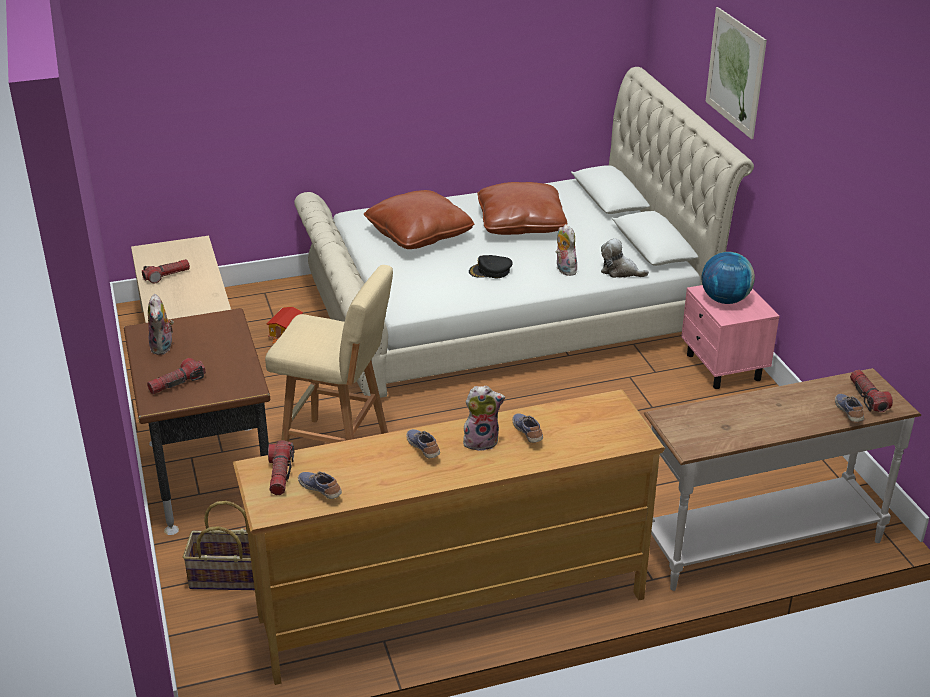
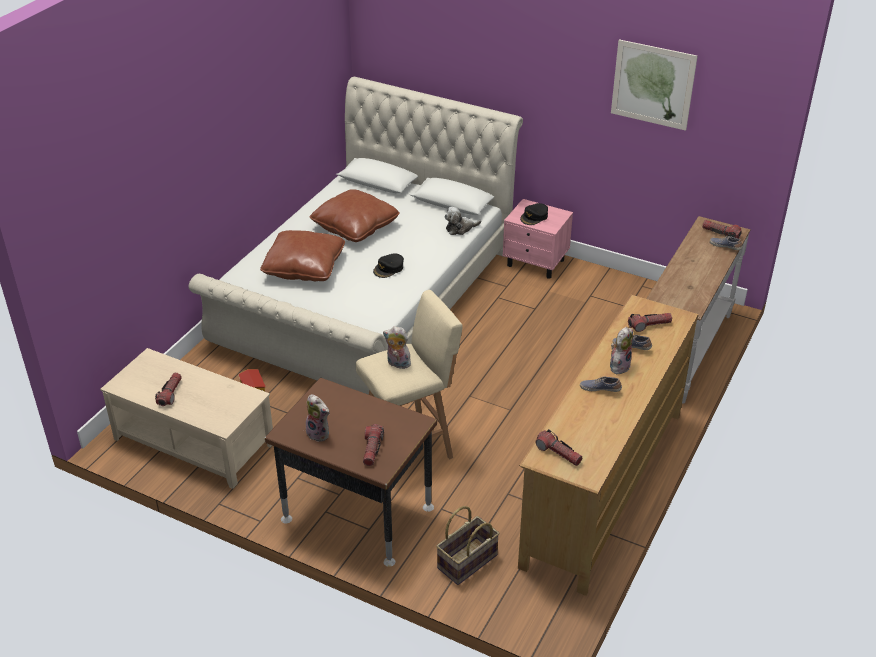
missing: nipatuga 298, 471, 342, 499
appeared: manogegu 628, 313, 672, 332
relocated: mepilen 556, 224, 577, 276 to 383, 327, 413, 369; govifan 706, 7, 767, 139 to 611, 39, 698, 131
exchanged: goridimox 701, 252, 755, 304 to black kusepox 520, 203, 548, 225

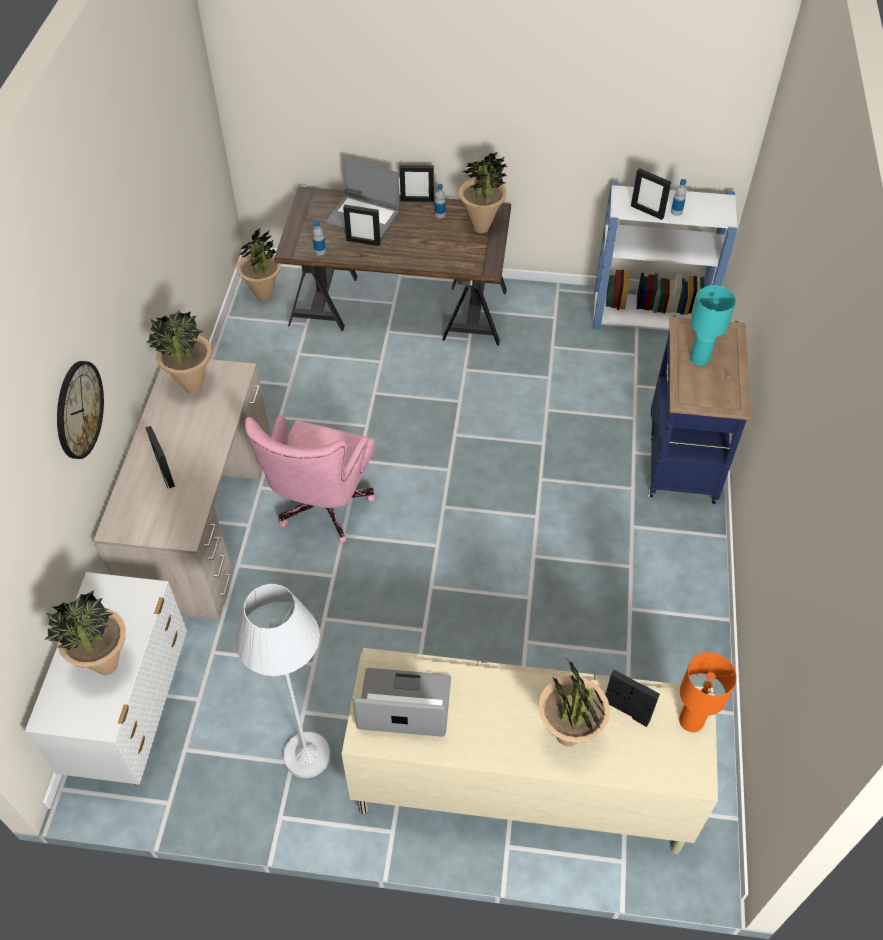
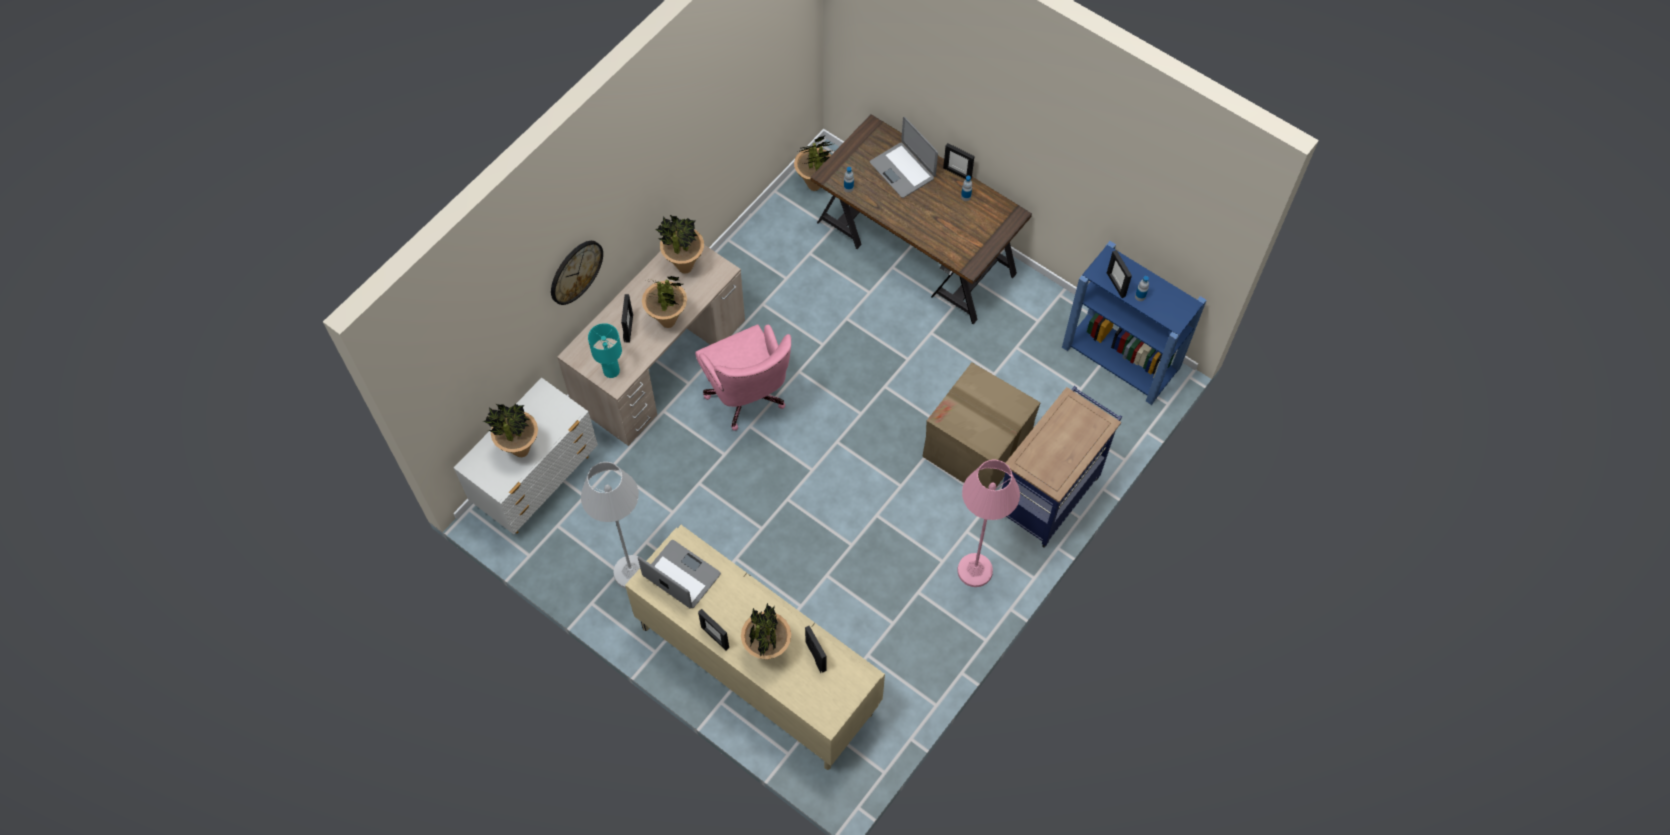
missing: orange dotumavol 679, 652, 737, 732
appeared: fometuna 922, 363, 1041, 489; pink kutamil 957, 460, 1020, 587
relocated: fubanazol 343, 205, 380, 246 to 698, 609, 729, 650; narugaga 459, 152, 507, 233 to 642, 276, 687, 328; turquoise dotumavol 690, 285, 736, 366 to 588, 323, 622, 378
colour: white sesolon 593, 182, 737, 330 to blue sesolon 1062, 241, 1207, 405
spun: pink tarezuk 245, 415, 375, 543 = 695, 324, 791, 431 75 degrees counterclockwise

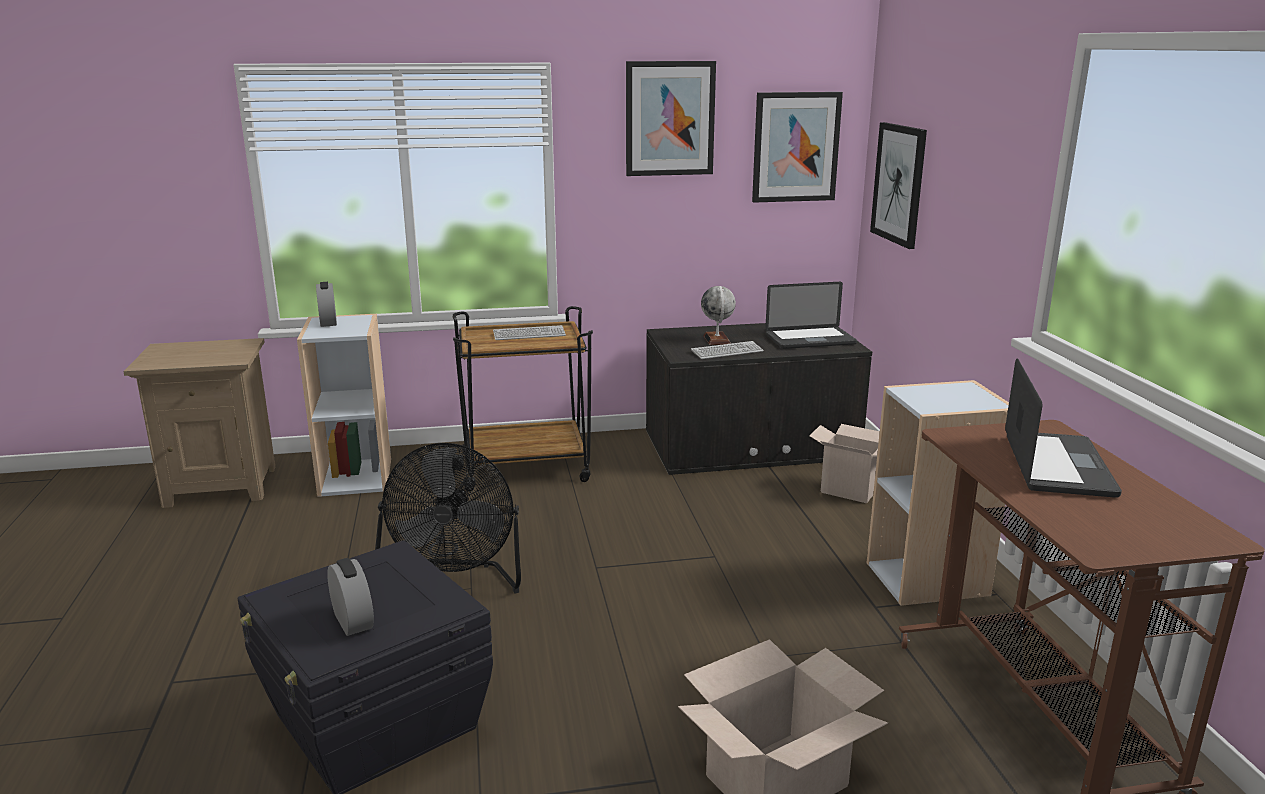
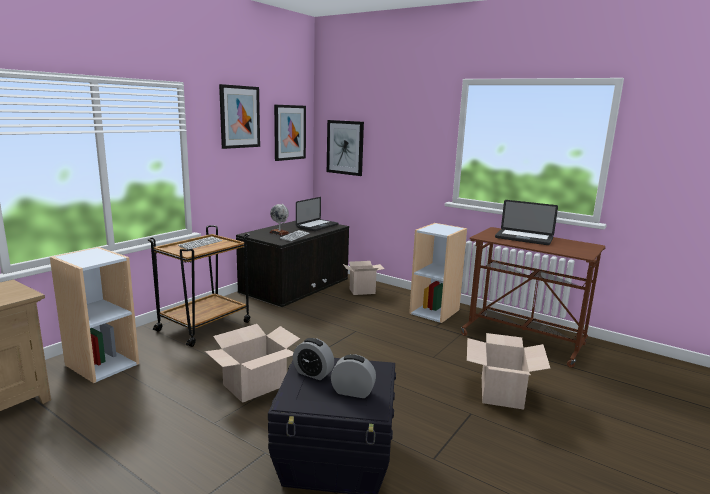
relocated: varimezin 316, 282, 337, 327 to 293, 338, 334, 380
exchanged: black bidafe 375, 443, 521, 594 to fometuna 205, 324, 300, 403
spun: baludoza 1005, 358, 1122, 498 = 495, 200, 558, 245 150 degrees clockwise

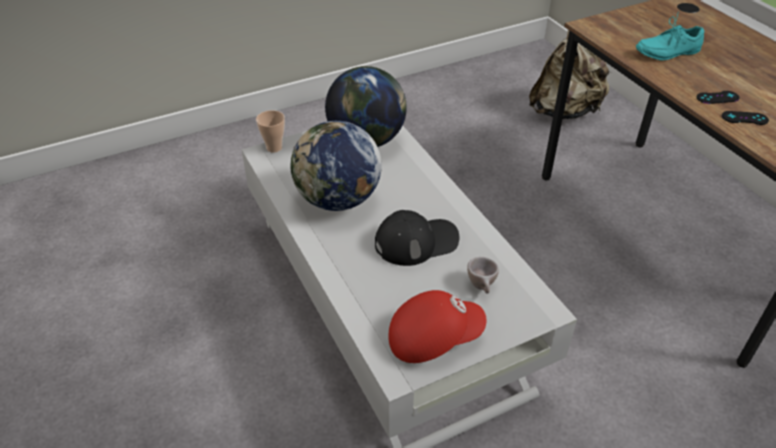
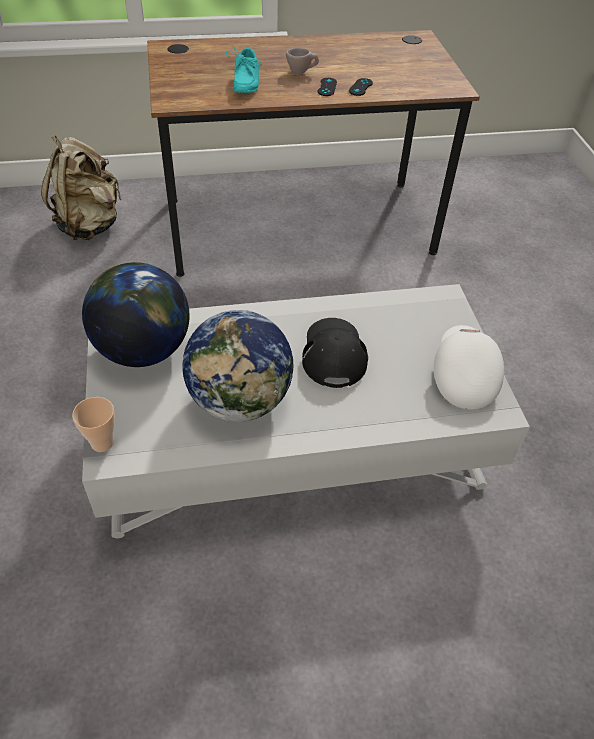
relocated: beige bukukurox 467, 257, 499, 294 to 286, 48, 319, 74
colour: red kusepox 389, 290, 487, 363 to white kusepox 434, 325, 504, 409

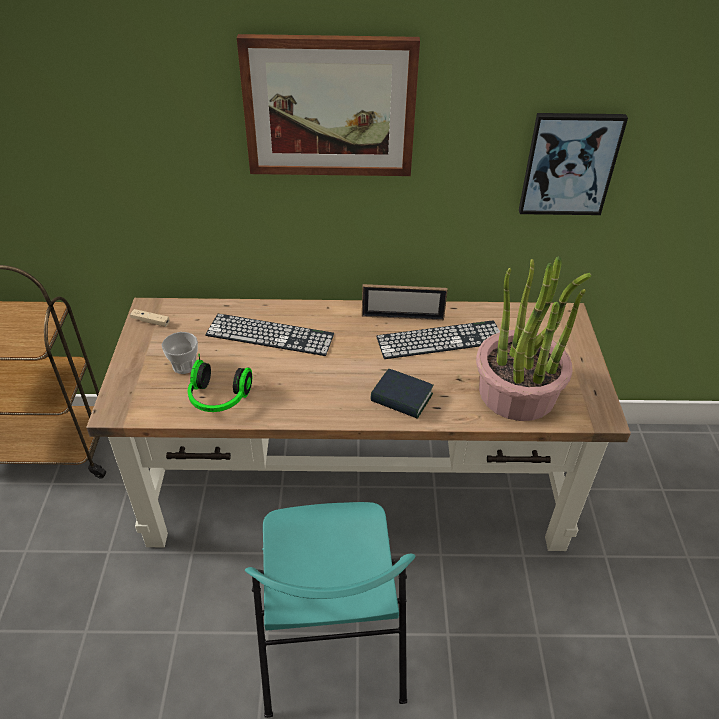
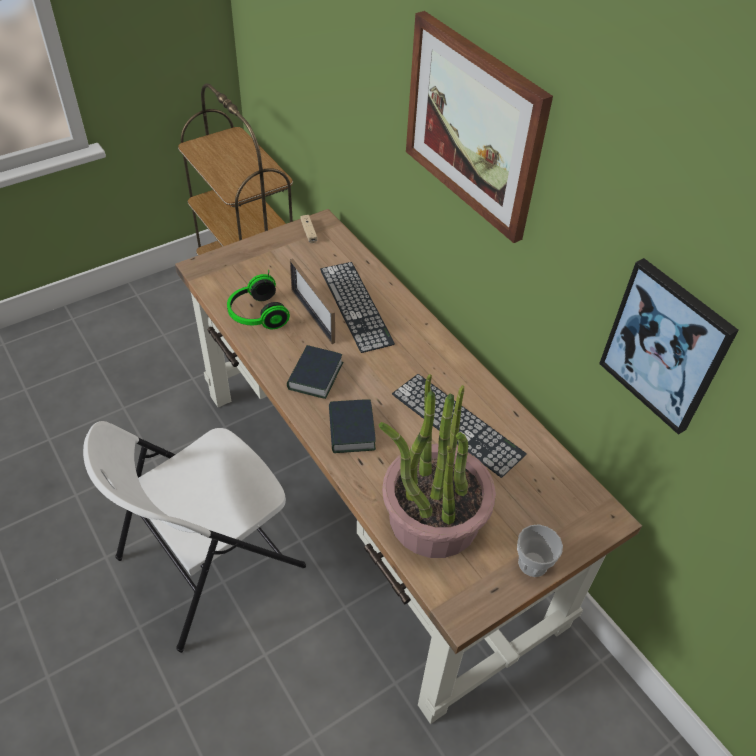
appeared: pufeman 287, 345, 344, 399
relocated: bukukurox 162, 332, 198, 374 to 517, 524, 563, 577; fubanazol 362, 284, 448, 320 to 290, 259, 335, 344
colour: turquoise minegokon 245, 502, 415, 718 to white minegokon 83, 421, 306, 653

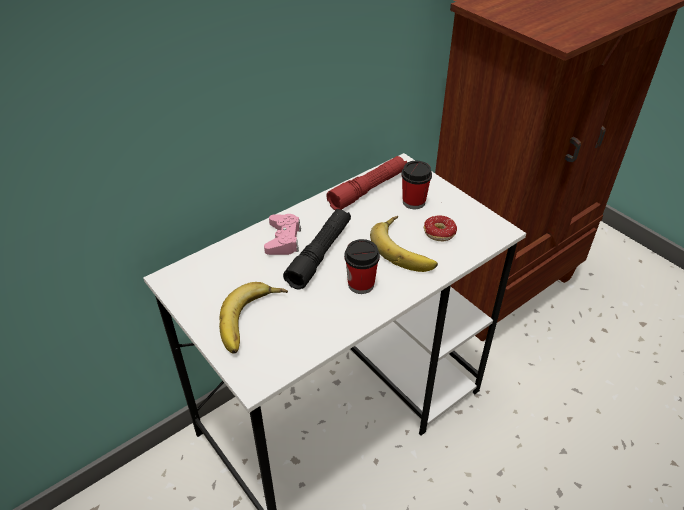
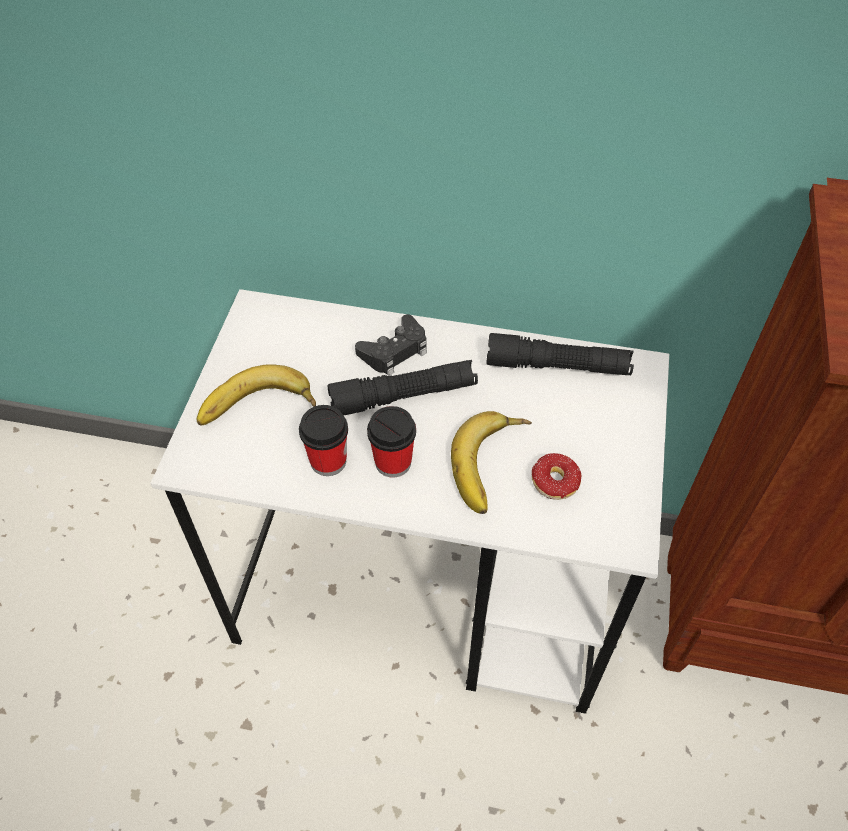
relocated: bukukurox 401, 161, 432, 209 to 299, 405, 348, 476
colour: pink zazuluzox 264, 214, 301, 255 to black zazuluzox 355, 314, 427, 376; red manogegu 326, 156, 407, 210 to black manogegu 486, 333, 634, 375

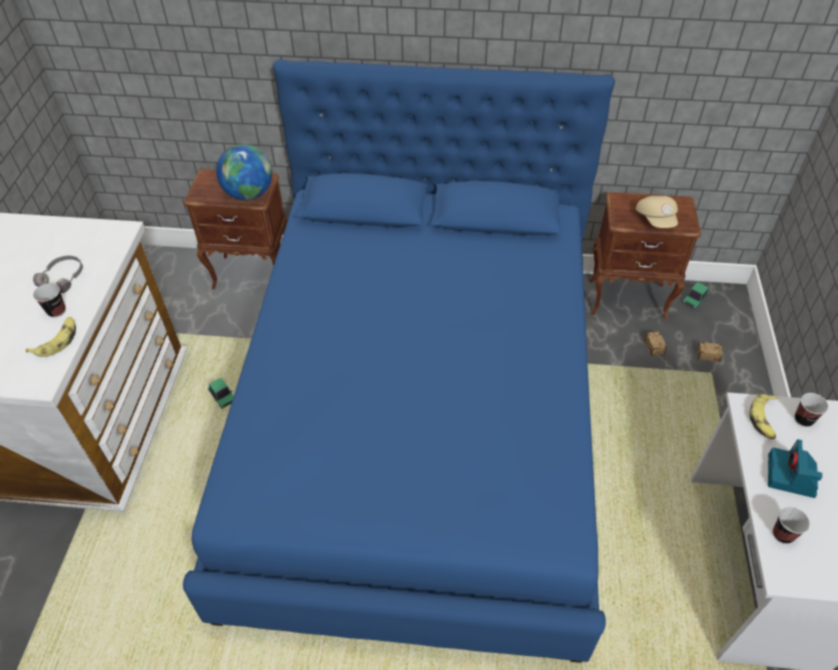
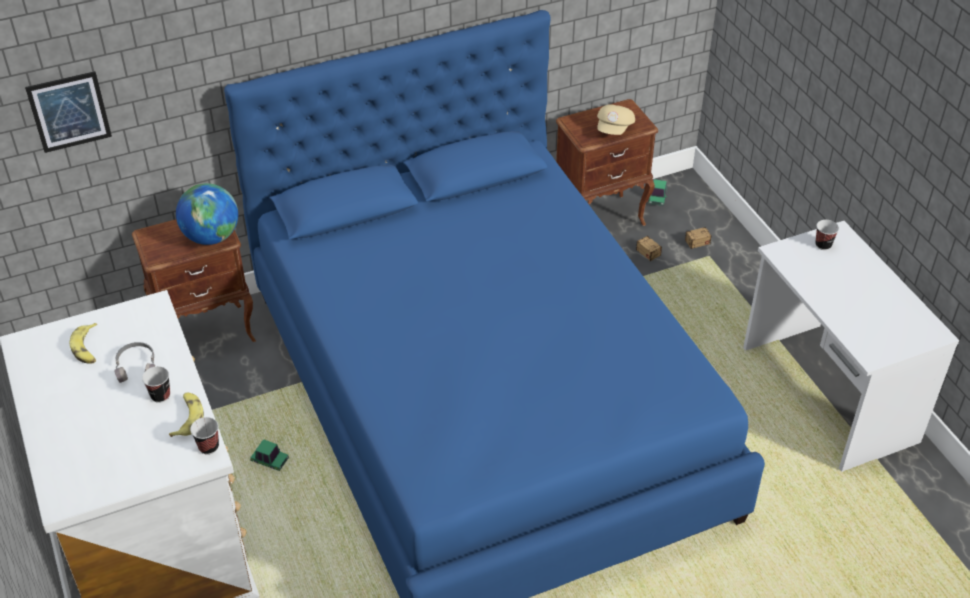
missing: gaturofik 768, 439, 822, 498
appeared: govifan 25, 71, 112, 153
relocated: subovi 749, 394, 778, 439 to 70, 323, 98, 364; bukukurox 773, 507, 810, 544 to 190, 417, 219, 455
spun: beige kusepox 636, 196, 678, 228 = 597, 104, 635, 135 60 degrees clockwise

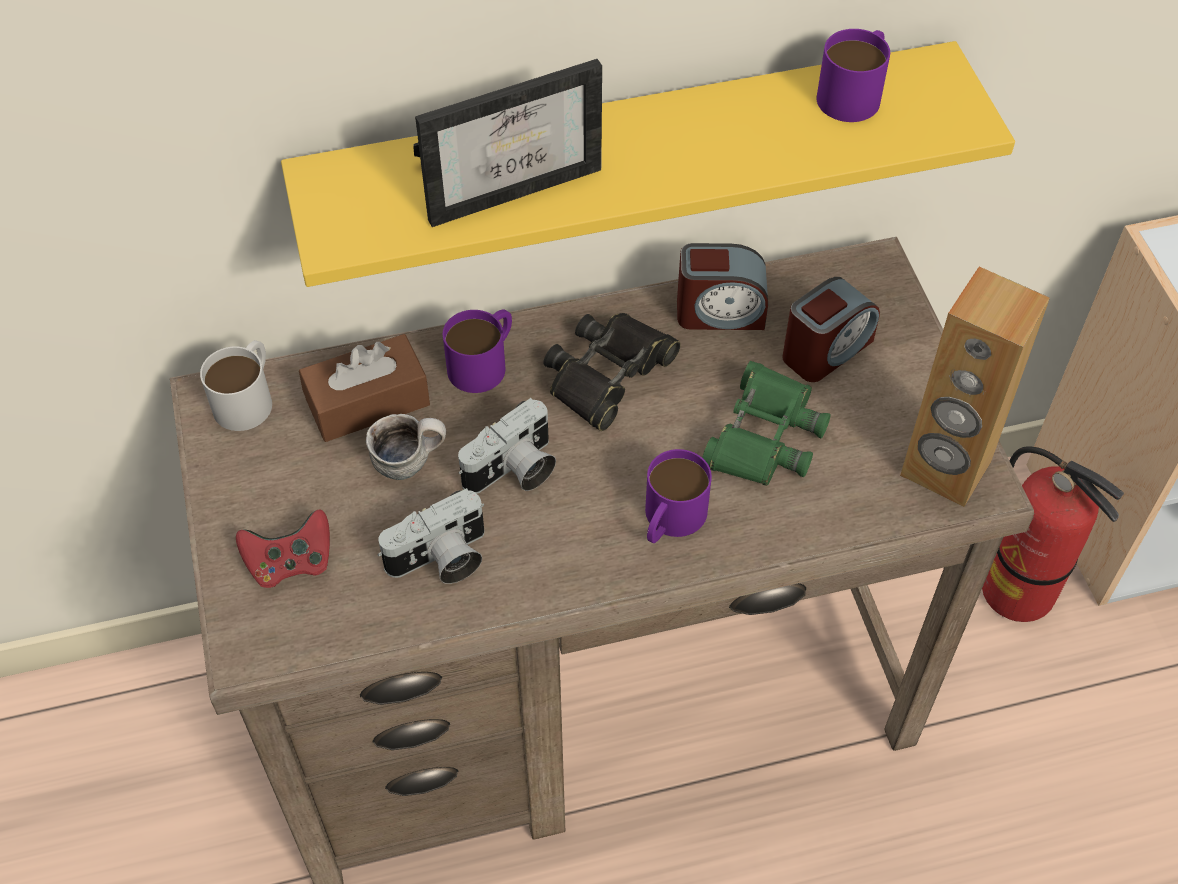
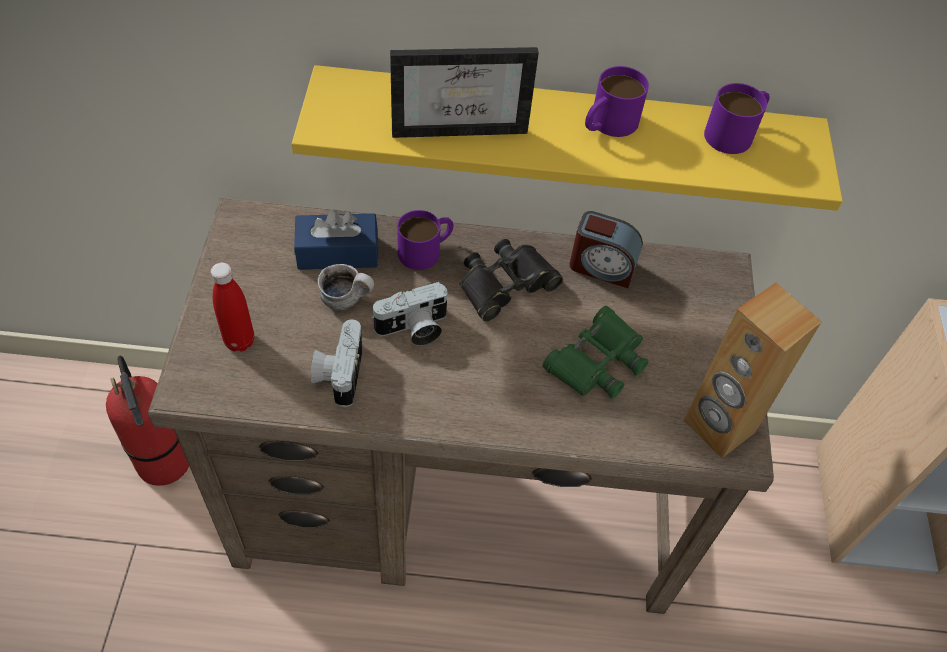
missing: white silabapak 200, 340, 272, 431; varimezin 782, 277, 880, 382
relocated: purple silabapak 645, 449, 712, 543 to 585, 66, 649, 137; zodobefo 982, 446, 1124, 622 to 106, 356, 189, 486
exchanged: red zazuluzox 236, 509, 330, 588 to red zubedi 211, 263, 254, 352
colour: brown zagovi 299, 334, 430, 442 to blue zagovi 294, 209, 378, 270
spun: gaturofik 377, 488, 485, 584 = 311, 319, 362, 407 105 degrees clockwise

